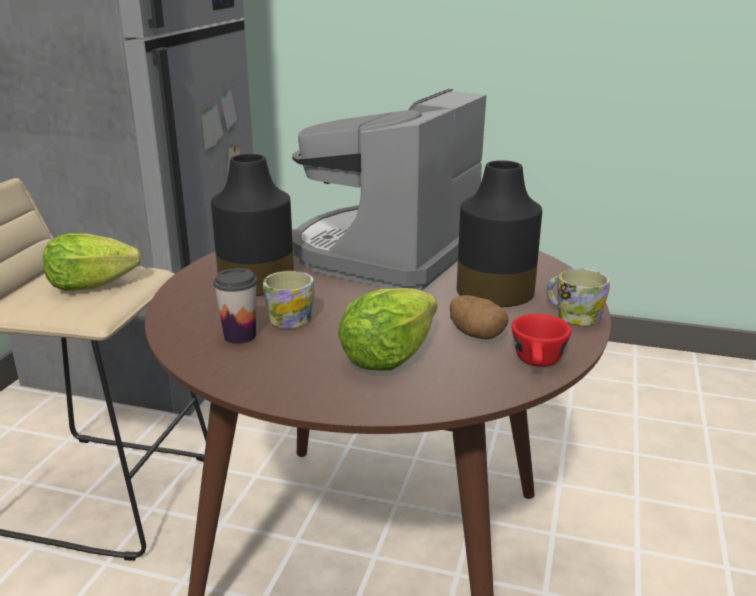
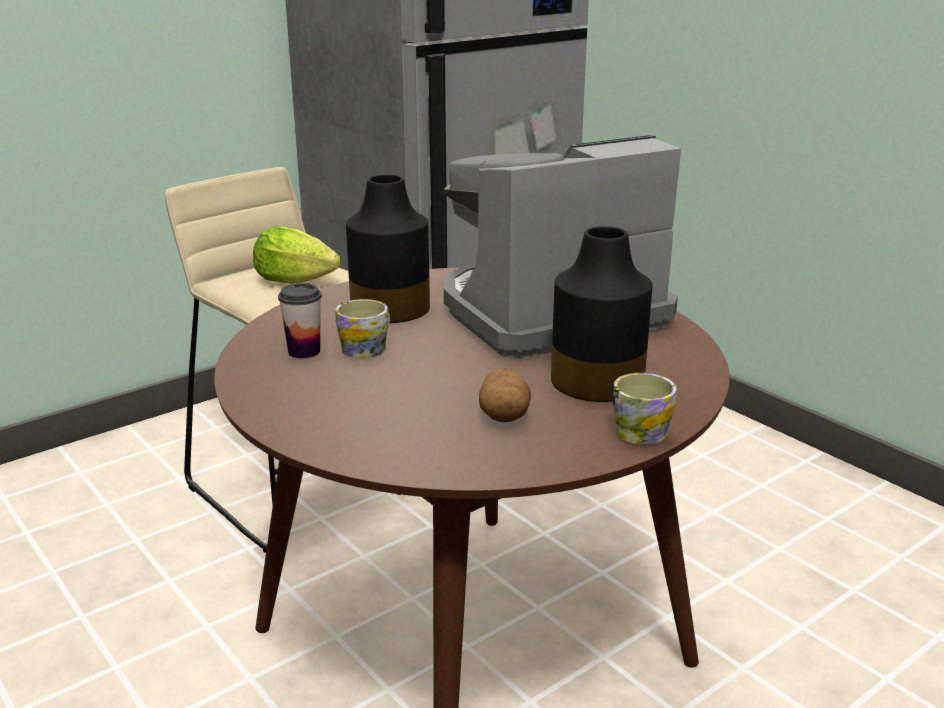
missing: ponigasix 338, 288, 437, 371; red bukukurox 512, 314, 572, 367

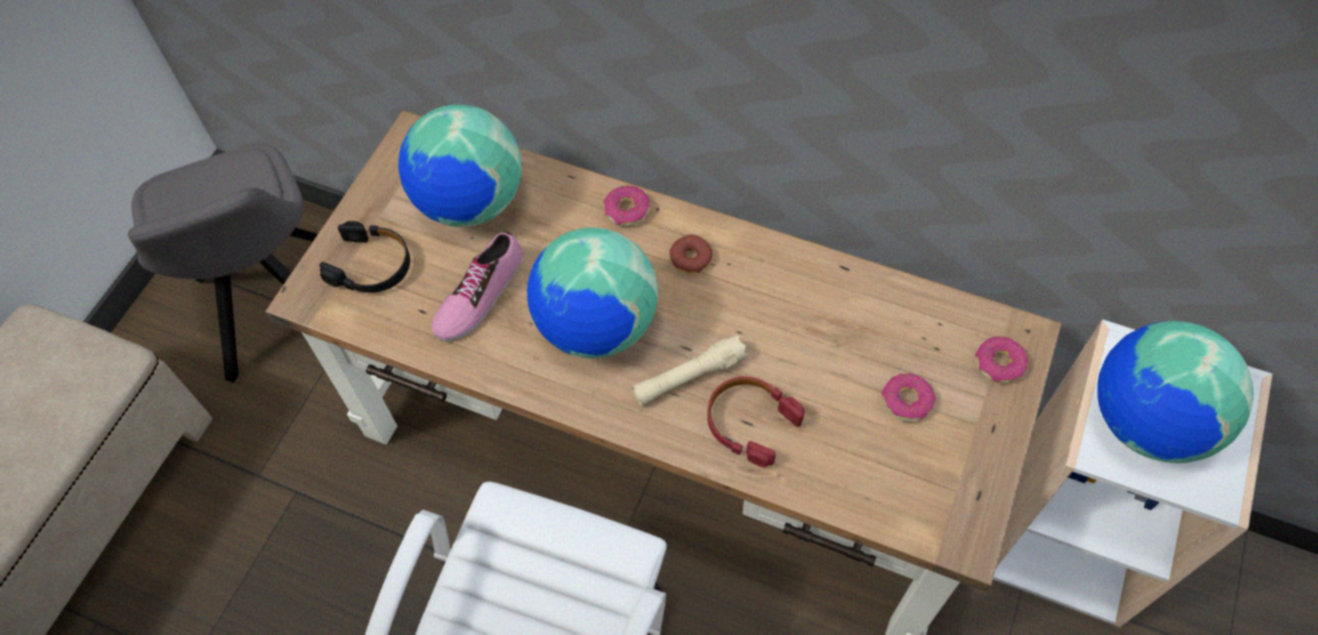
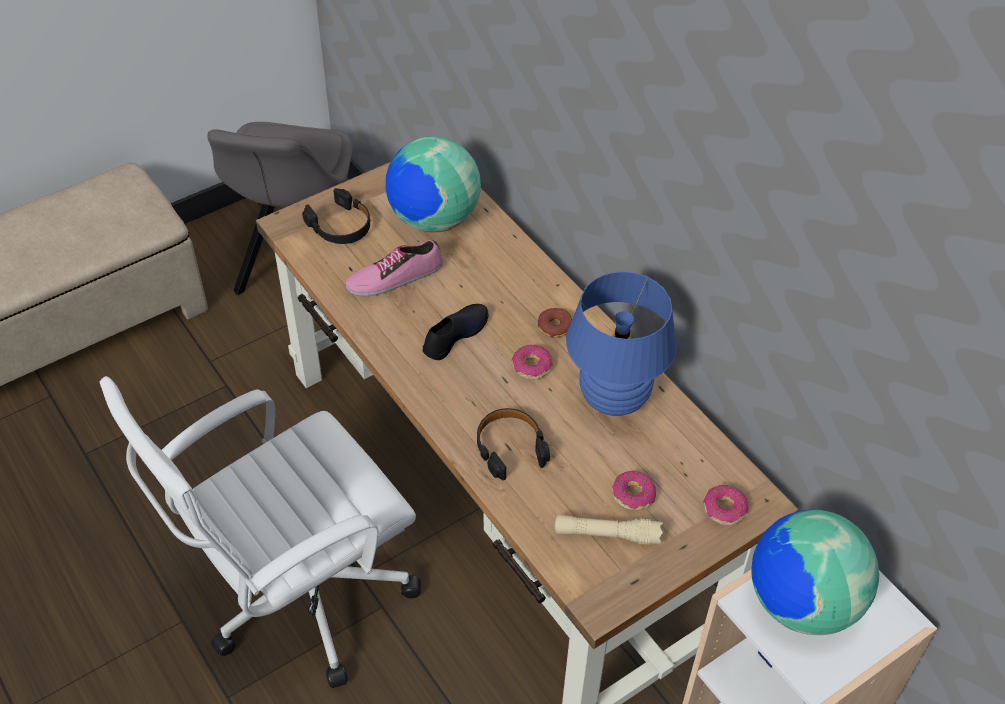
appeared: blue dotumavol 566, 271, 677, 416
relocated: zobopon 604, 185, 650, 226 to 512, 345, 553, 380; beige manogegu 632, 335, 748, 405 to 555, 514, 663, 545
exchanged: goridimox 527, 228, 658, 358 to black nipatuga 423, 304, 489, 360
colour: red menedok 707, 376, 805, 467 to black menedok 477, 408, 550, 480

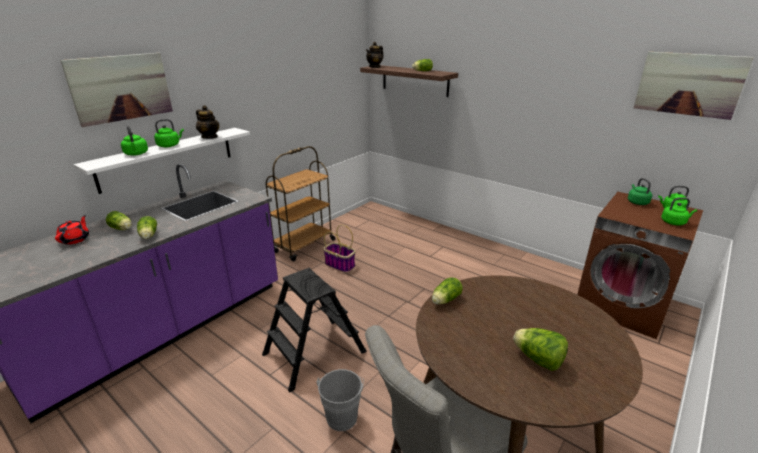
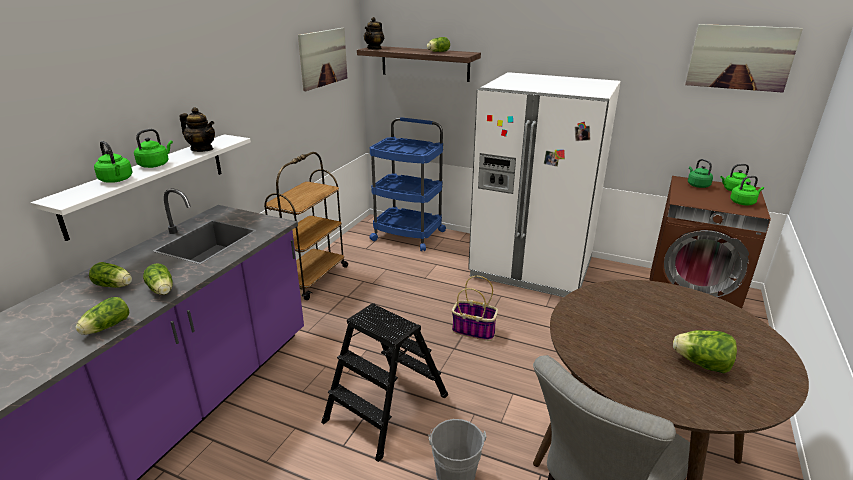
missing: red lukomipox 55, 215, 89, 245
appeared: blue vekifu 369, 117, 446, 251; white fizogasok 468, 72, 621, 297
relocated: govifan 60, 53, 173, 127 to 298, 28, 347, 91; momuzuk 323, 225, 355, 273 to 452, 276, 498, 341; ponigasix 432, 277, 463, 305 to 75, 297, 129, 335

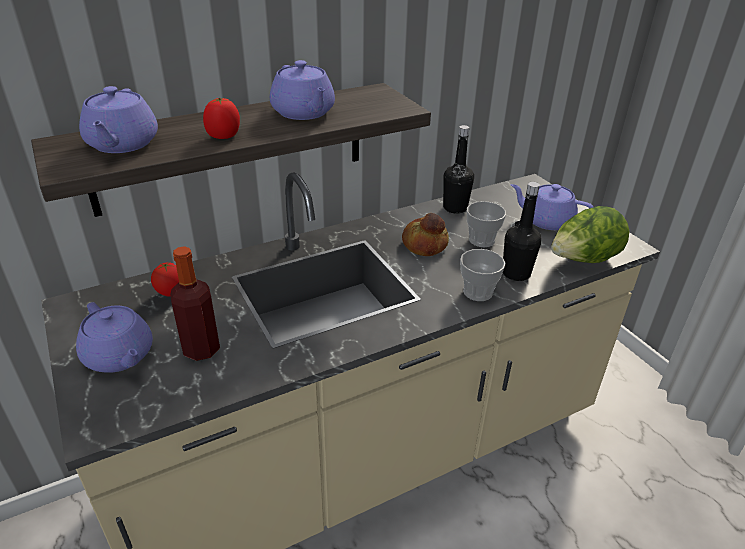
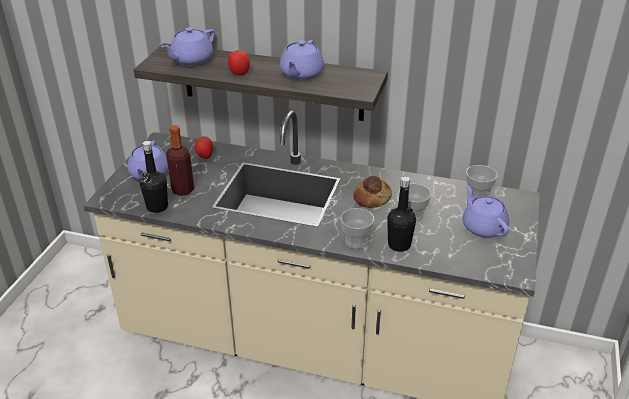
missing: ponigasix 551, 206, 629, 263
appeared: bukukurox 466, 165, 498, 198
relocated: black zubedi 443, 125, 474, 214 to 140, 141, 168, 213

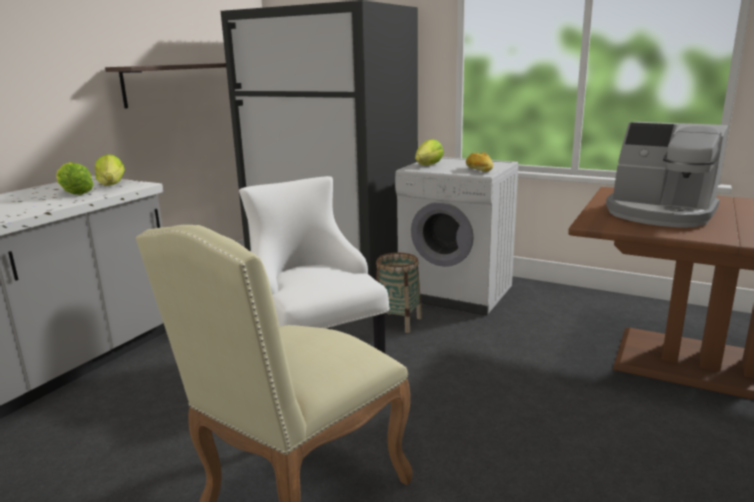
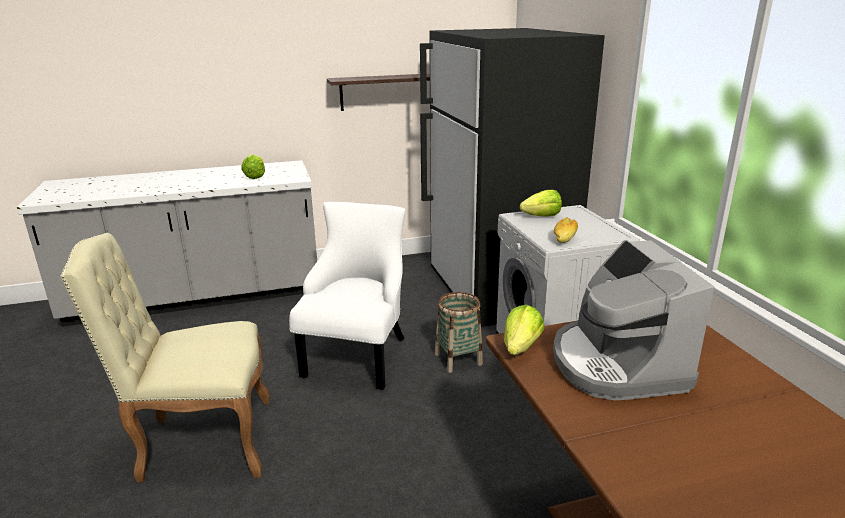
relocated: ponigasix 95, 154, 125, 186 to 504, 305, 544, 355

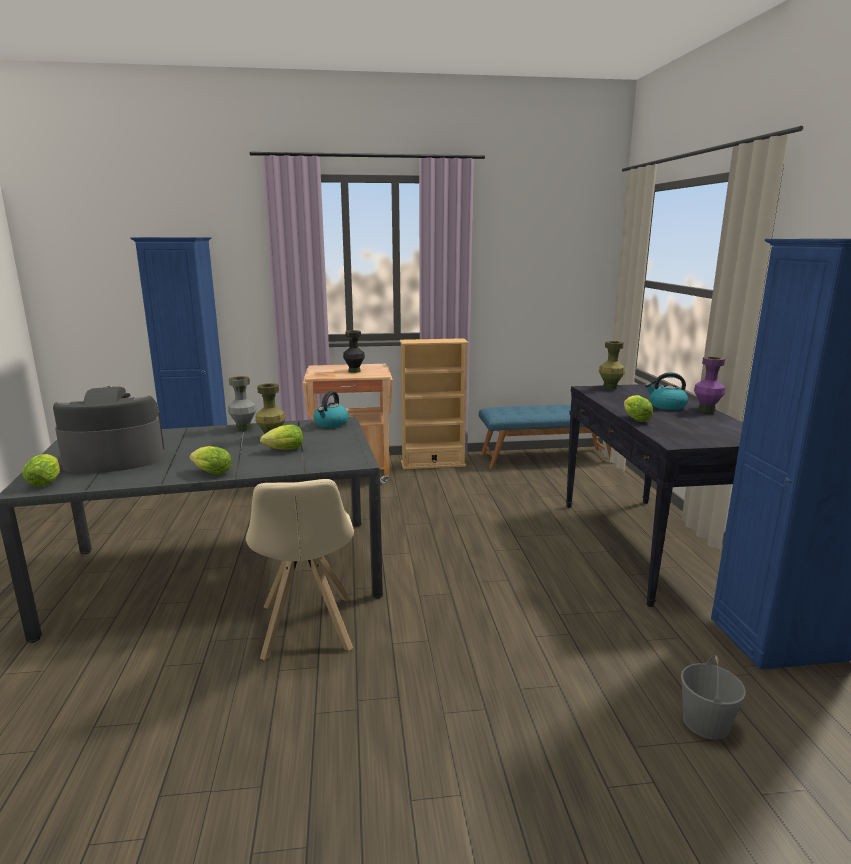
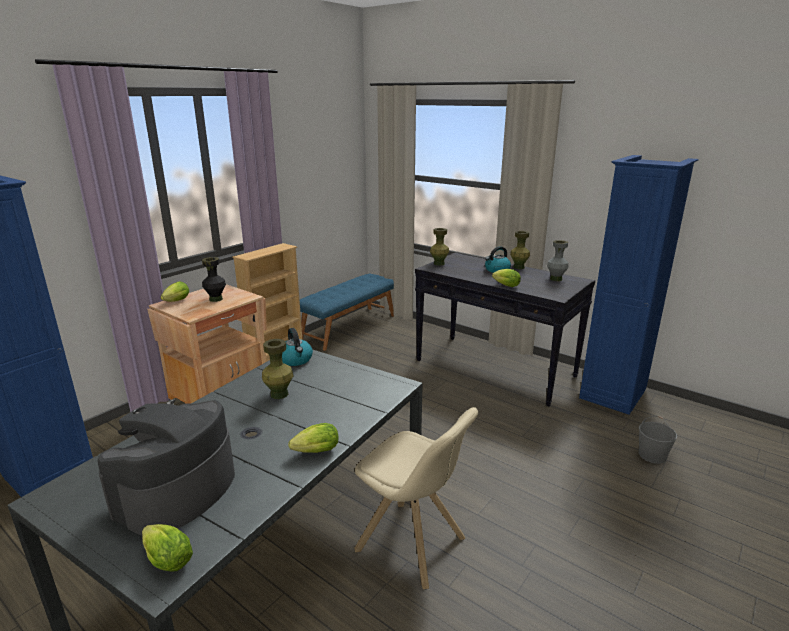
relocated: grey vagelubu 228, 376, 256, 431 to 547, 240, 568, 281; ponigasix 260, 425, 303, 450 to 161, 281, 189, 302
colour: purple vagelubu 694, 356, 725, 412 to green vagelubu 510, 231, 530, 269

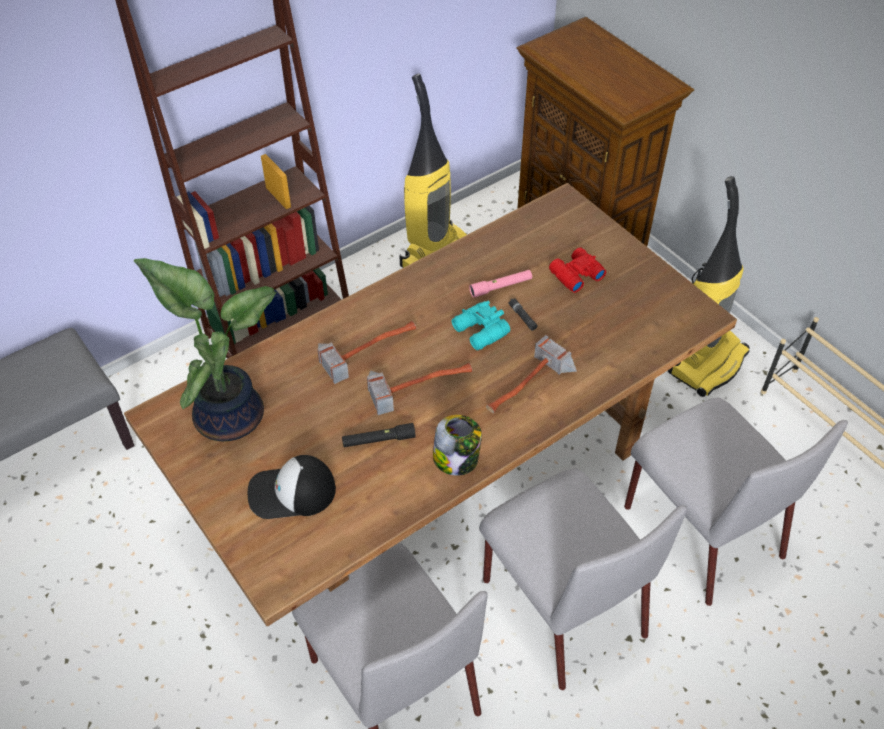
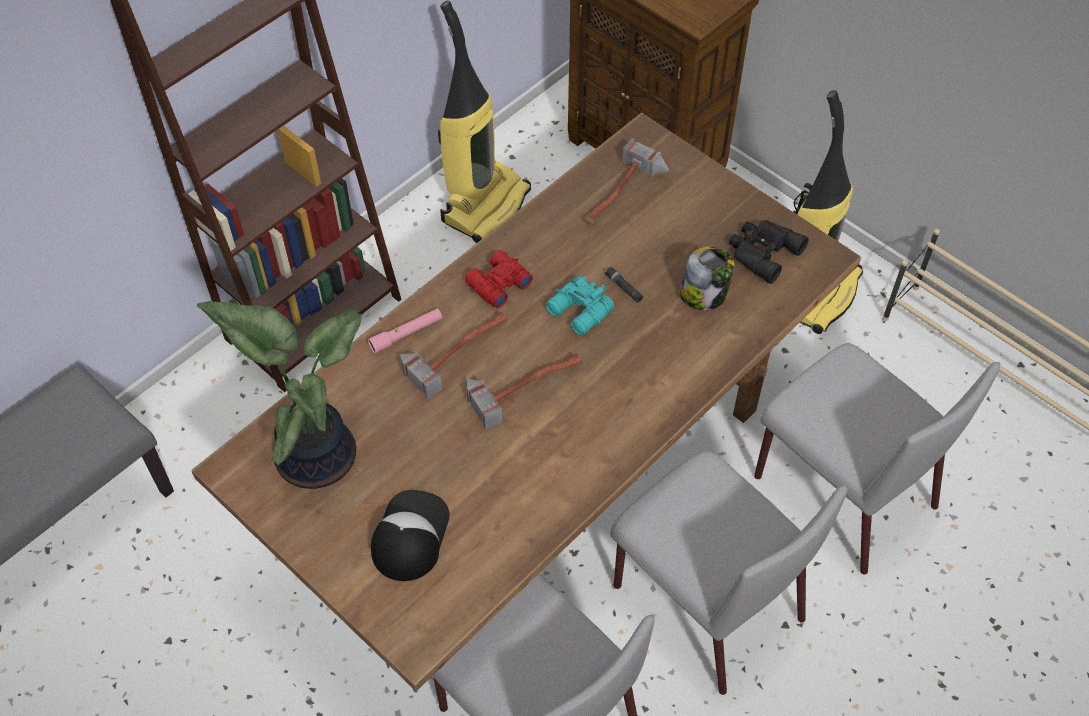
missing: black manogegu 342, 423, 416, 447
appeared: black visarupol 729, 220, 809, 284
relocated: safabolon 433, 415, 482, 476 to 680, 247, 735, 310; pink manogegu 469, 270, 532, 298 to 368, 309, 442, 353; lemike 486, 335, 577, 413 to 585, 138, 669, 223; red visarupol 549, 248, 606, 293 to 465, 250, 533, 308
spun: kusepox 248, 455, 336, 519 = 371, 490, 450, 581 120 degrees clockwise

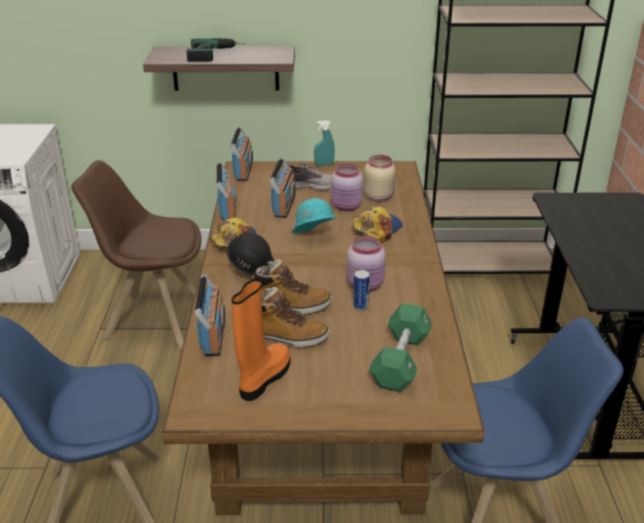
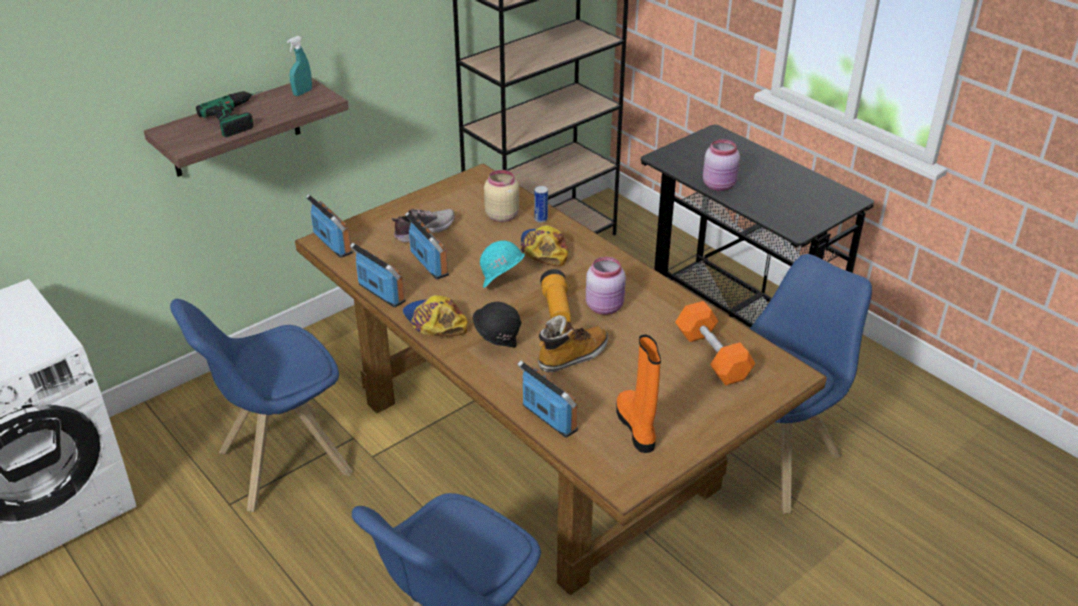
missing: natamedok 262, 287, 329, 348
appeared: manogegu 540, 269, 571, 322
relocated: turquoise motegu 314, 120, 335, 166 to 287, 36, 312, 96; pink safabolon 331, 163, 363, 211 to 703, 139, 740, 191; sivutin 353, 270, 370, 311 to 534, 186, 548, 223
colour: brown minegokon 71, 160, 201, 350 to blue minegokon 170, 299, 353, 512; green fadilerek 369, 303, 432, 392 to orange fadilerek 675, 301, 756, 385

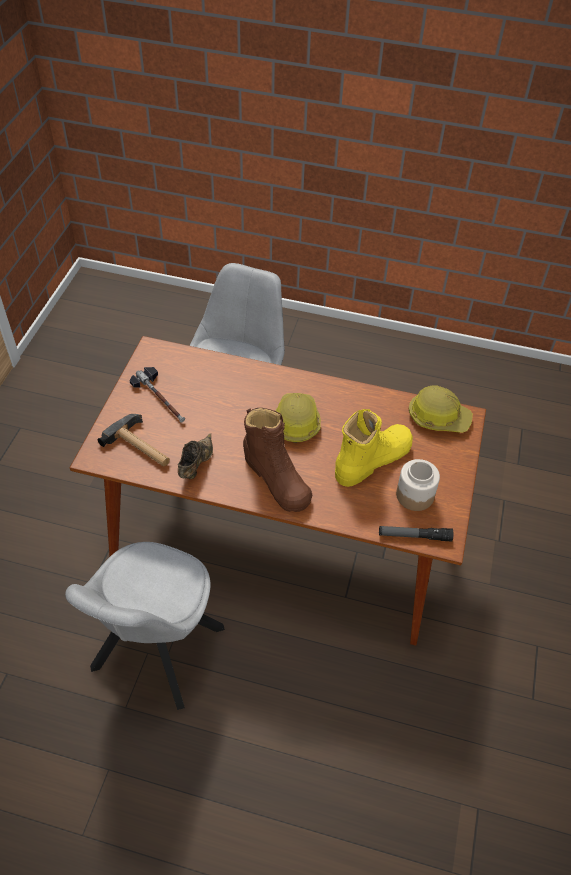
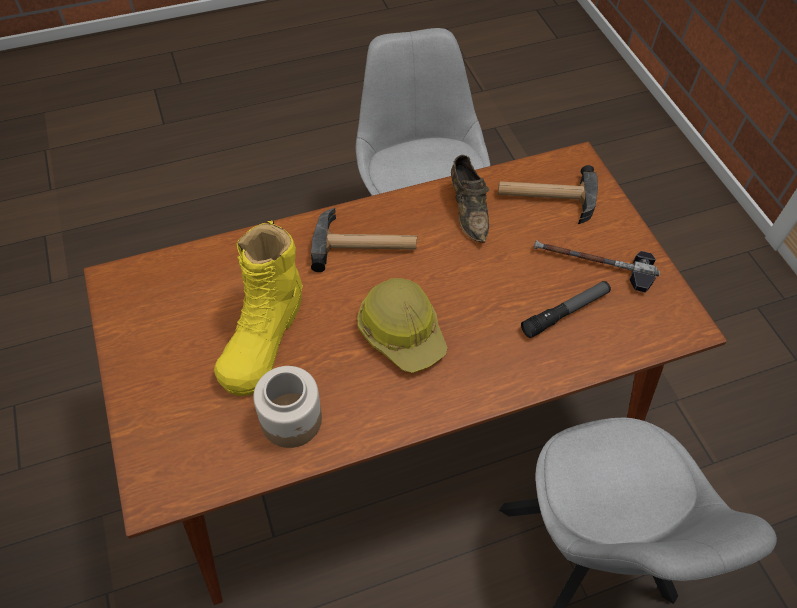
missing: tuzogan 409, 385, 473, 433
relocated: manogegu 379, 526, 454, 542 to 521, 281, 611, 338; safabolon 396, 459, 440, 511 to 253, 366, 322, 448
exchanged: brown natamedok 243, 408, 312, 512 to lemike 311, 208, 417, 272

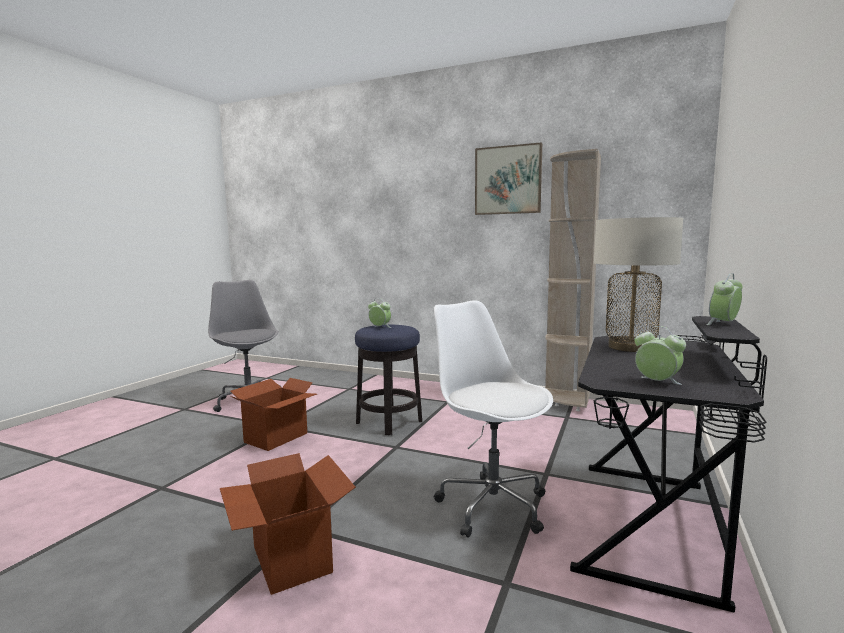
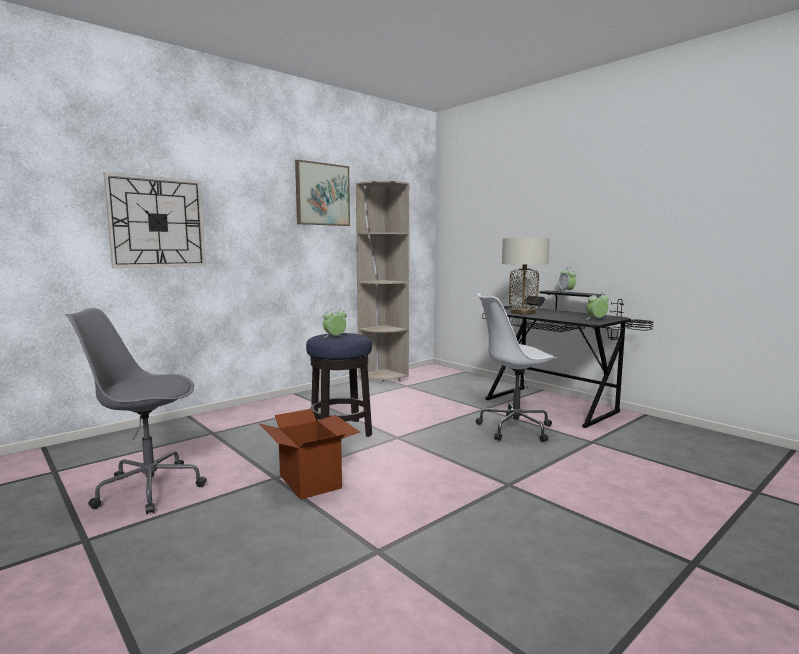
missing: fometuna 220, 453, 356, 595
appeared: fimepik 104, 172, 206, 268

